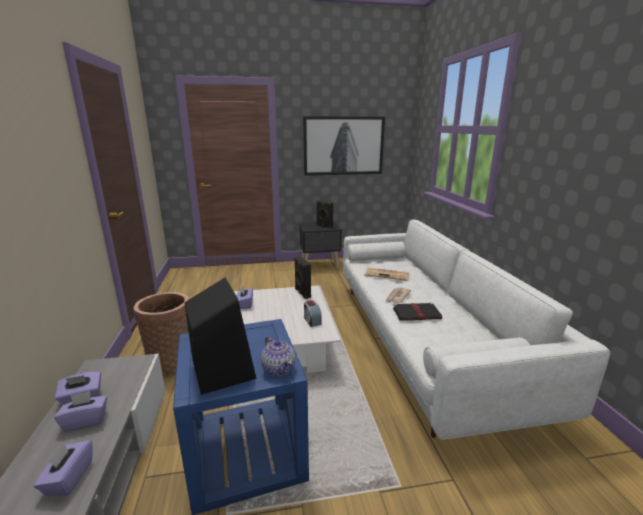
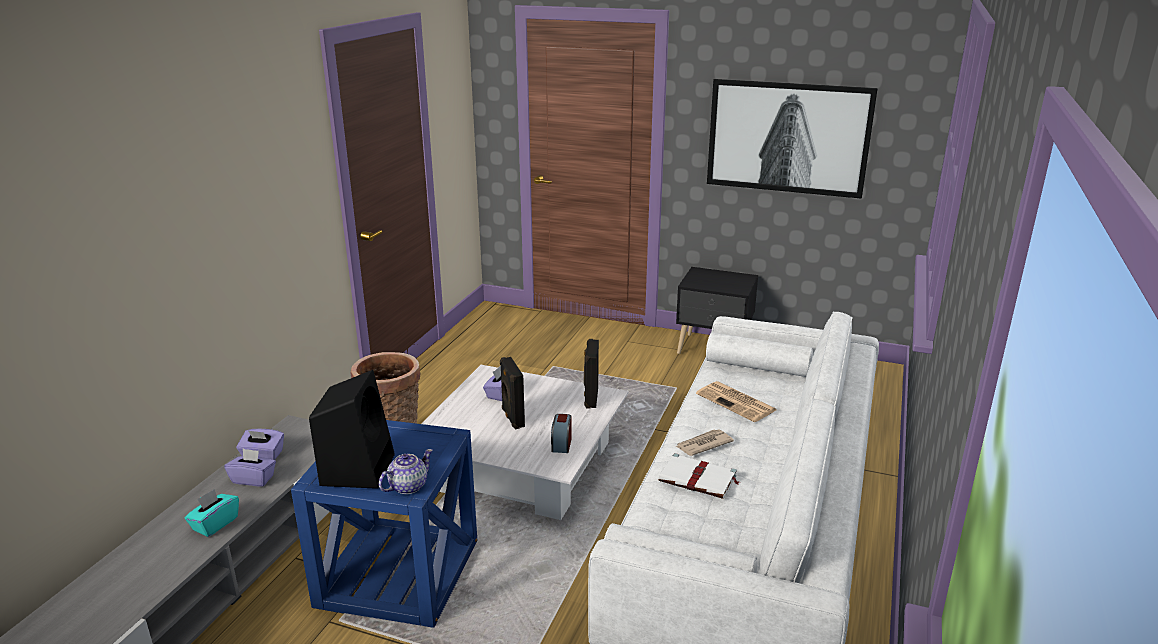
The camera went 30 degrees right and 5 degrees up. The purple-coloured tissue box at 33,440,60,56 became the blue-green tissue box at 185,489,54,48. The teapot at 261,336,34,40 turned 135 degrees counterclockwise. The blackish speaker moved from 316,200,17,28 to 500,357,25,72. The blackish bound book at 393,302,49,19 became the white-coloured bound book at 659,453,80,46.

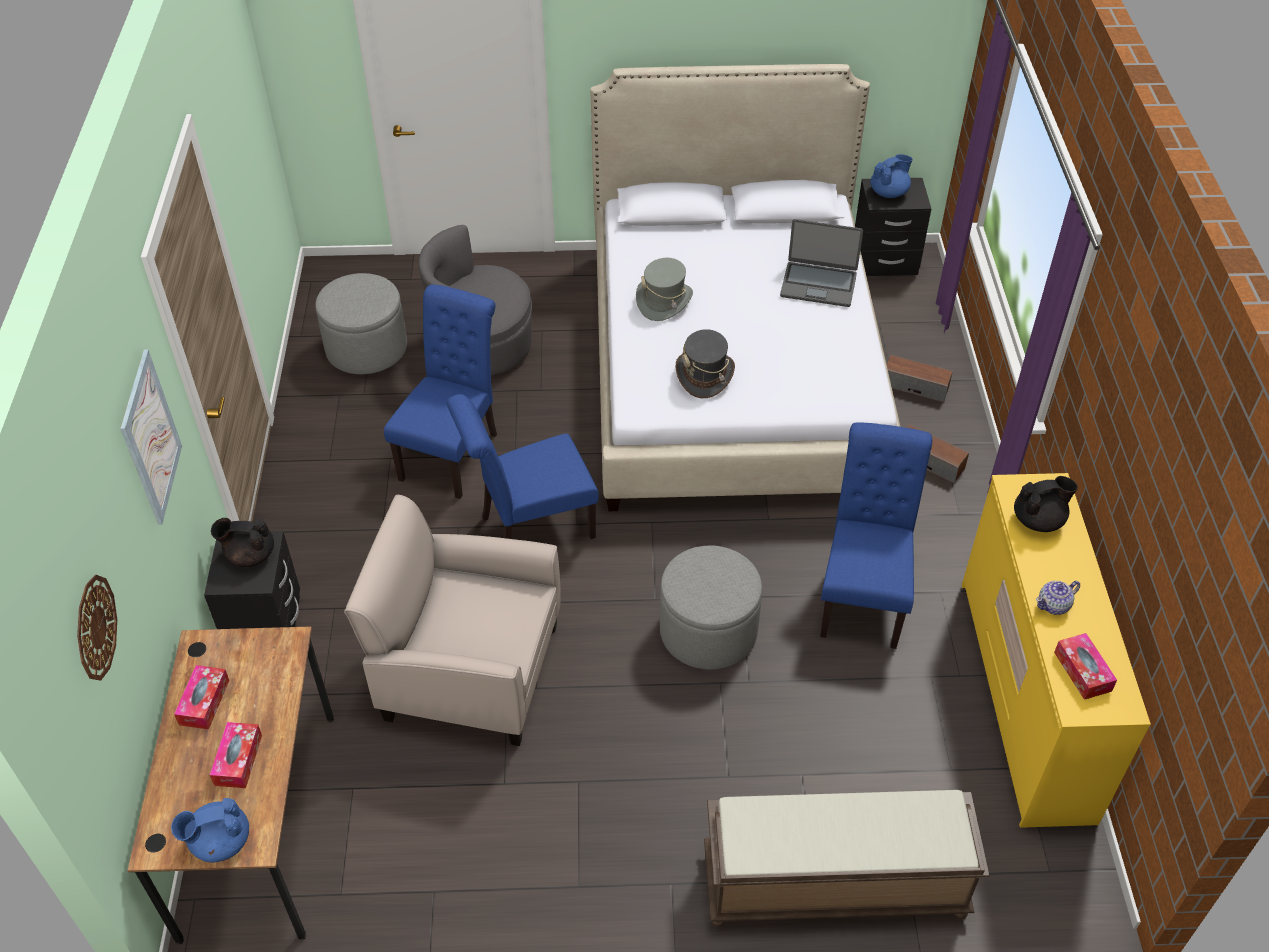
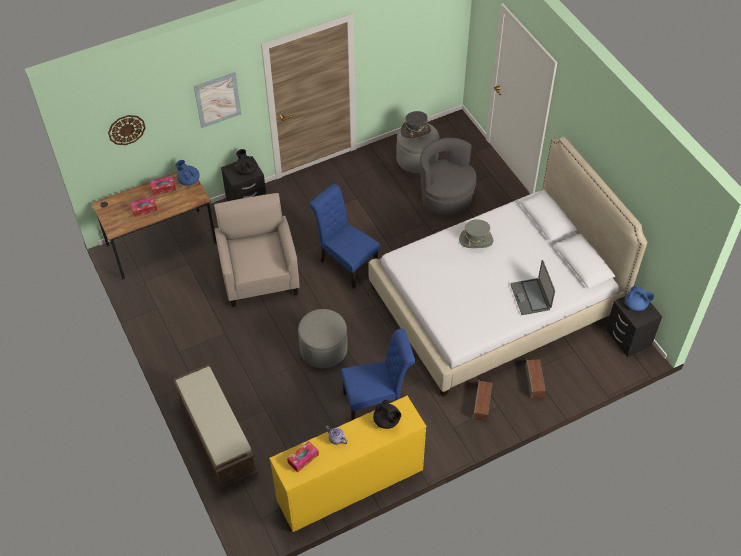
The camera went 65 degrees right and 5 degrees up. The bluish teapot moved from 171,798,78,65 to 175,160,25,26. The bluish chair at 384,284,113,215 disappeared. The grey wearable hat moved from 676,329,59,69 to 401,111,30,27.

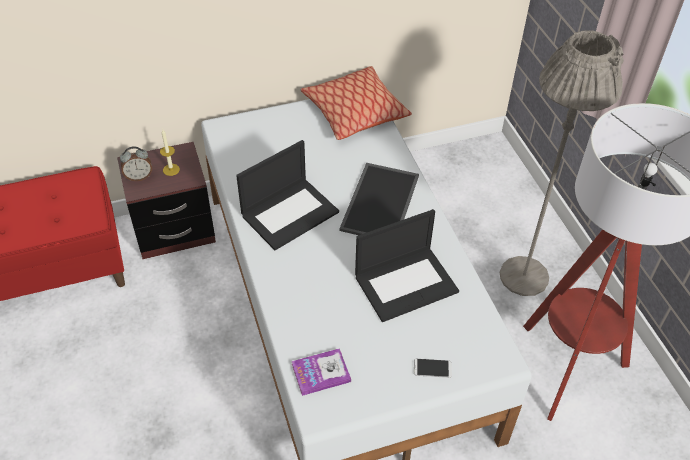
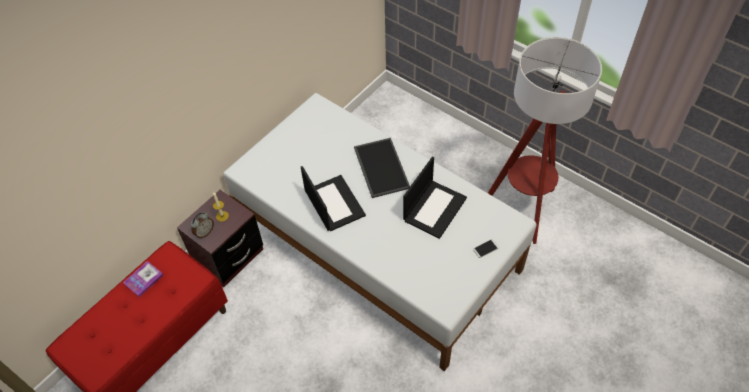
The camera went 30 degrees left and 5 degrees up. The portable computer at 236,140,103,110 turned 45 degrees counterclockwise. The bound book moved from 292,348,59,48 to 123,261,40,36. The pillow at 301,66,111,74 disappeared. The grey floor lamp at 500,30,124,266 disappeared.

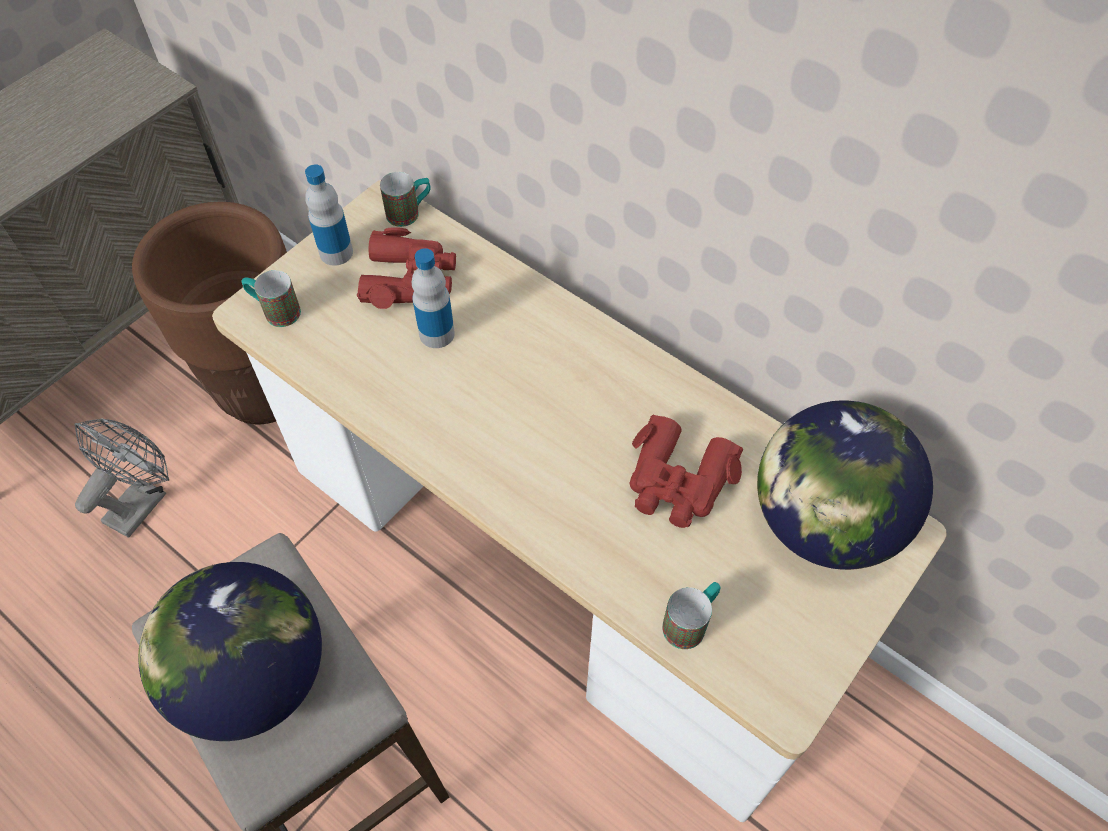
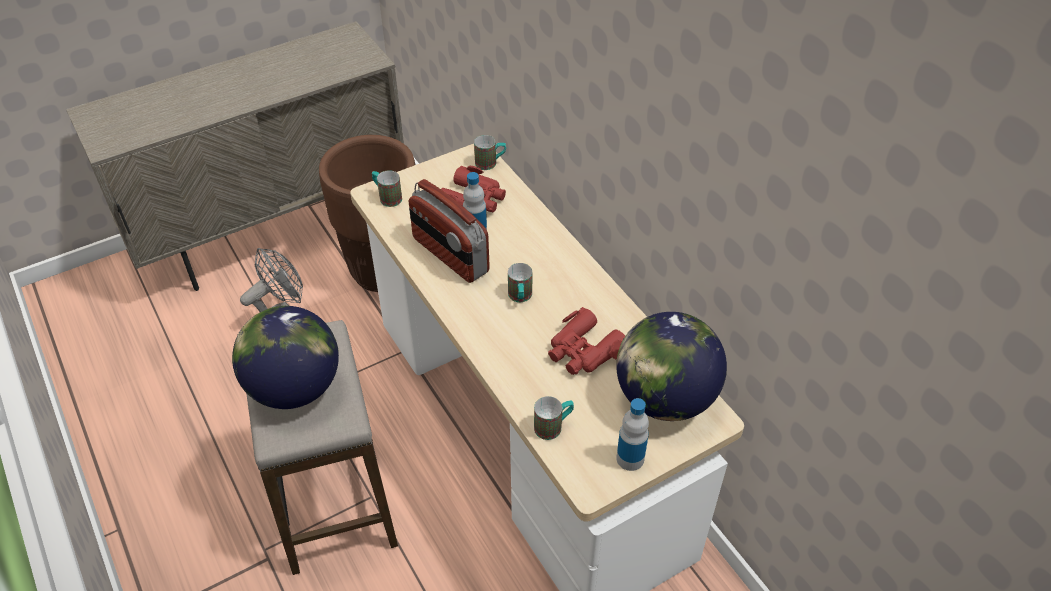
The camera went 20 degrees right and 10 degrees down. The drink bottle moved from 305,164,48,102 to 616,398,33,73. The radio set at 409,179,81,104 appeared. The tea mug at 508,263,24,39 appeared.

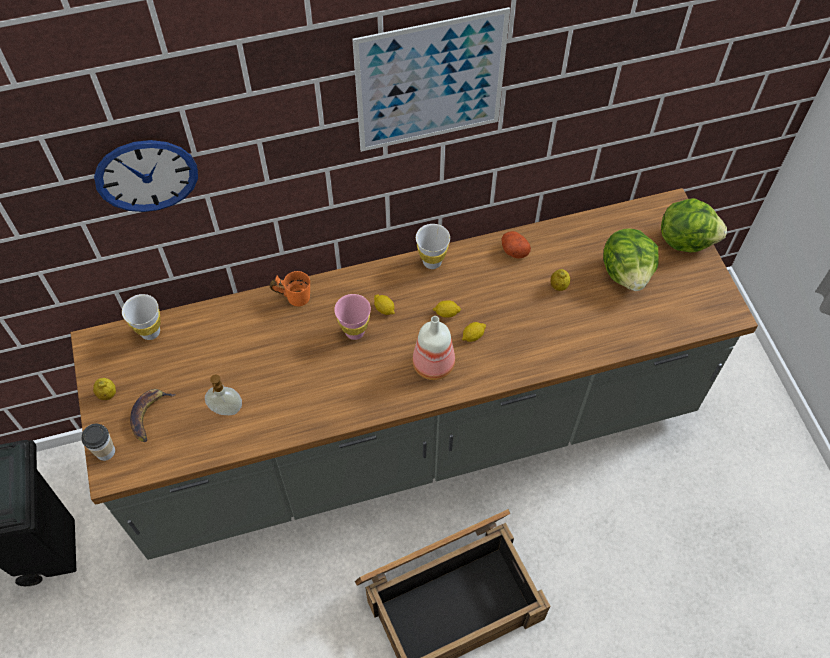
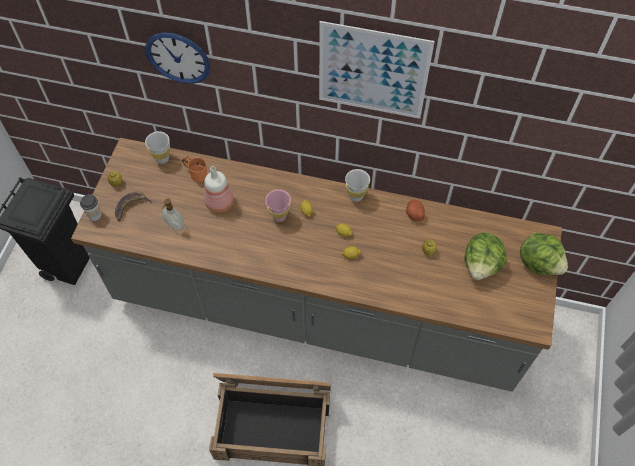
The camera went 30 degrees right and 0 degrees up. The orange-coloured tea mug moved from 270,271,40,35 to 182,155,25,27. The drink bottle moved from 412,316,43,64 to 204,166,30,47.

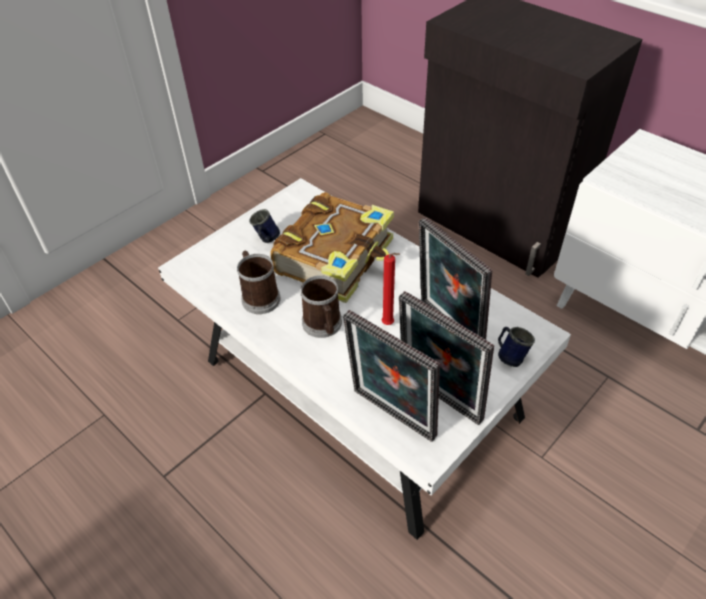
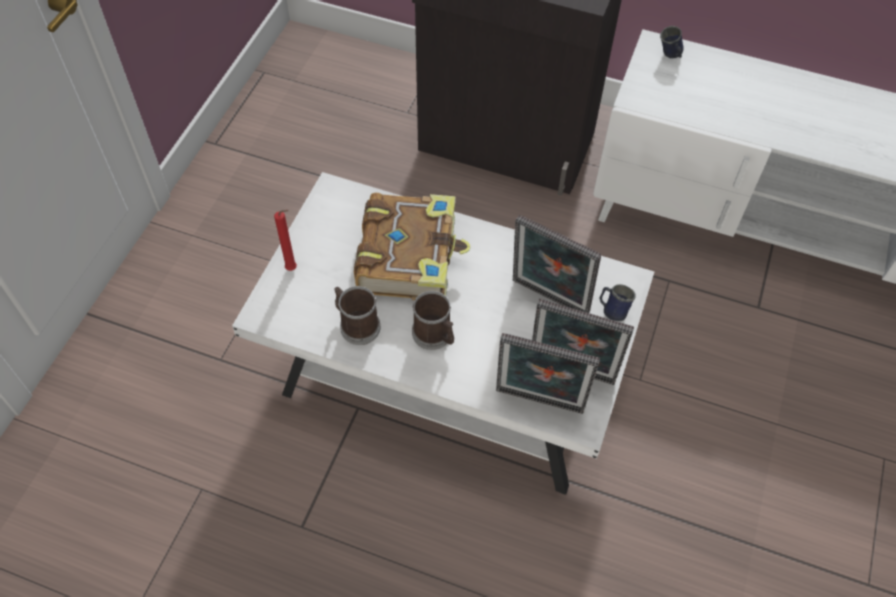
The camera went 25 degrees left and 10 degrees up. The bluish tea mug moved from 249,209,31,34 to 660,26,24,32. The reddish candle moved from 382,253,18,72 to 274,210,23,61.

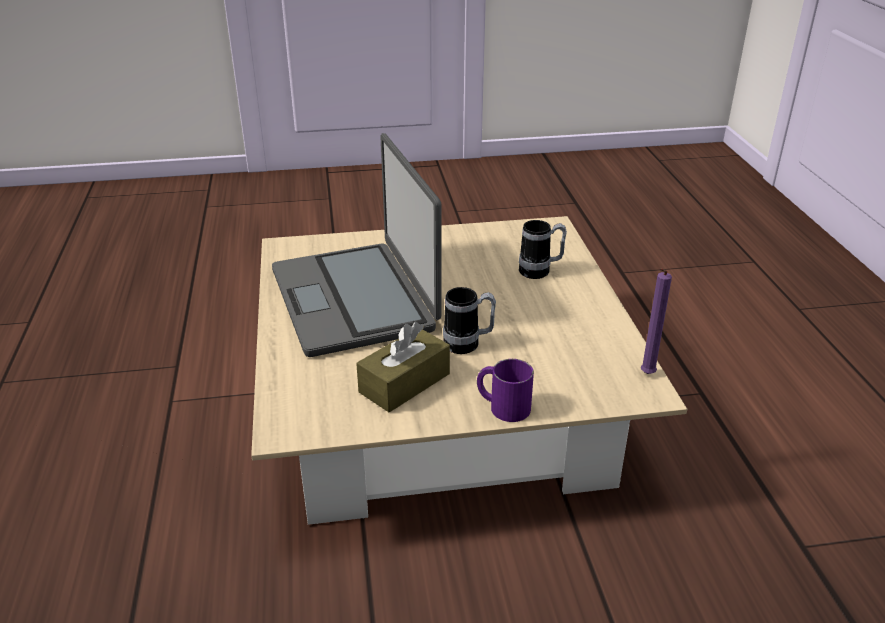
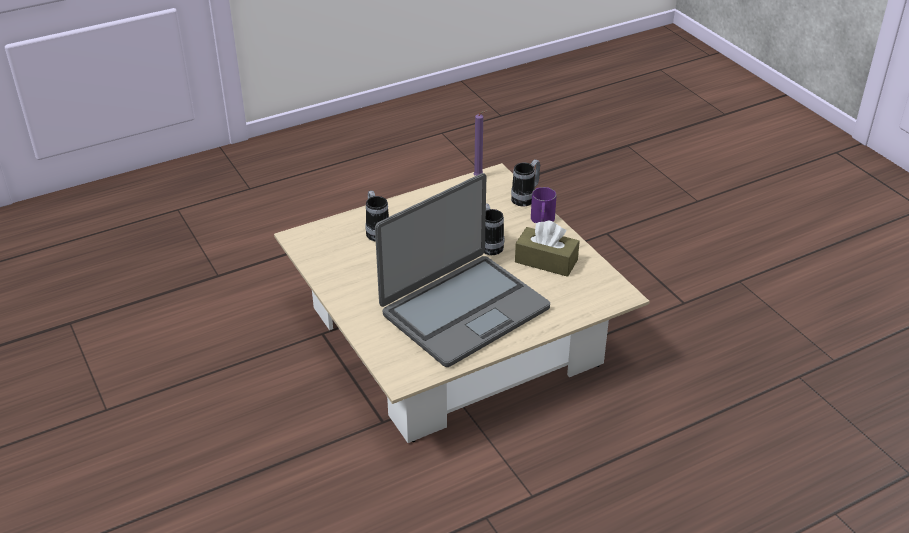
The camera went 110 degrees left and 5 degrees up. The tea mug at 511,159,29,47 appeared.

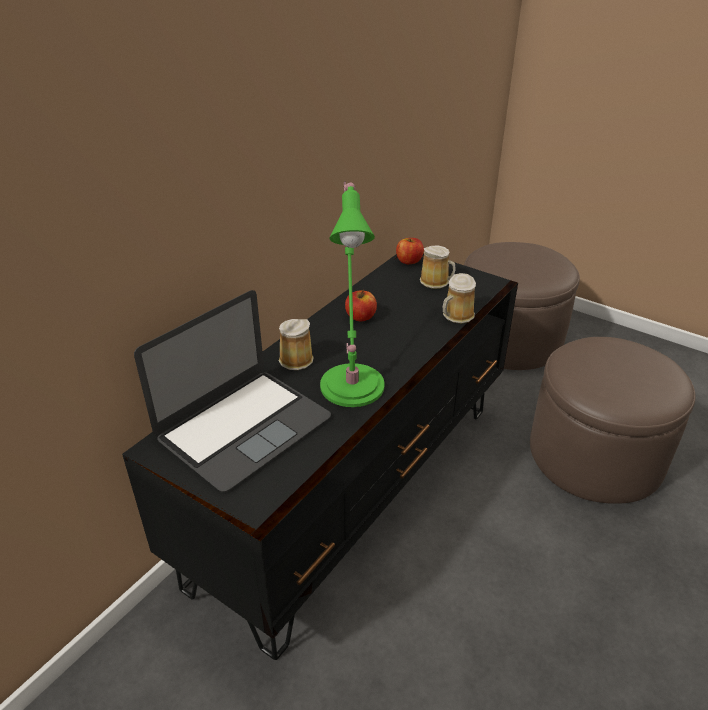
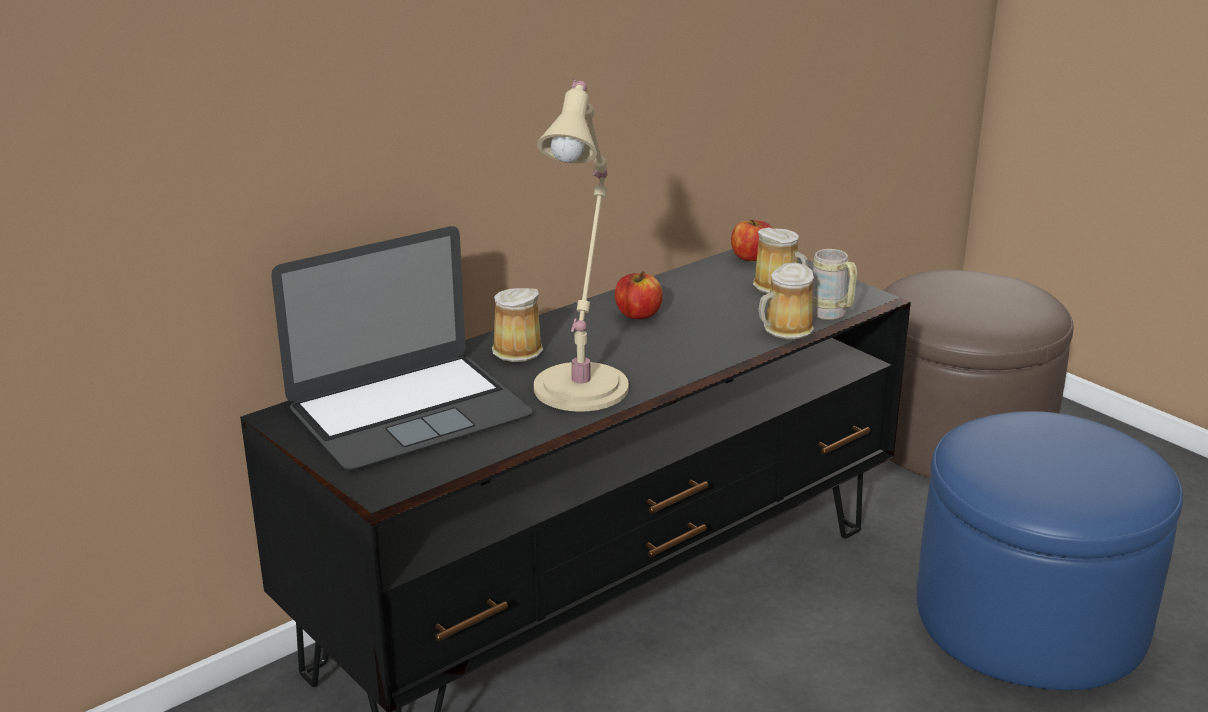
The camera went 15 degrees right and 10 degrees down. The greenish lamp for a table at 320,181,64,226 became the beige lamp for a table at 534,79,95,333. The brown footrest at 530,337,166,167 became the bluish footrest at 916,411,267,279. The beige tea mug at 812,249,45,71 appeared.

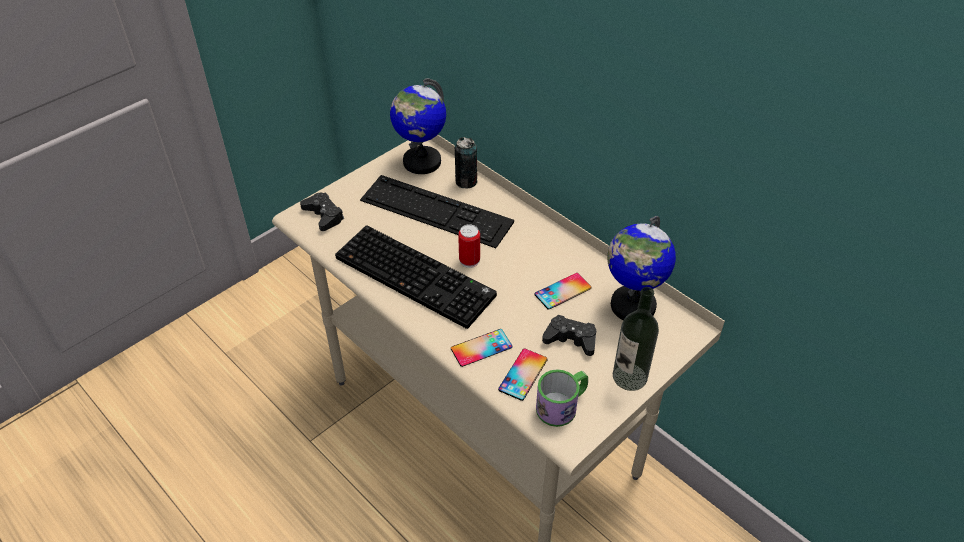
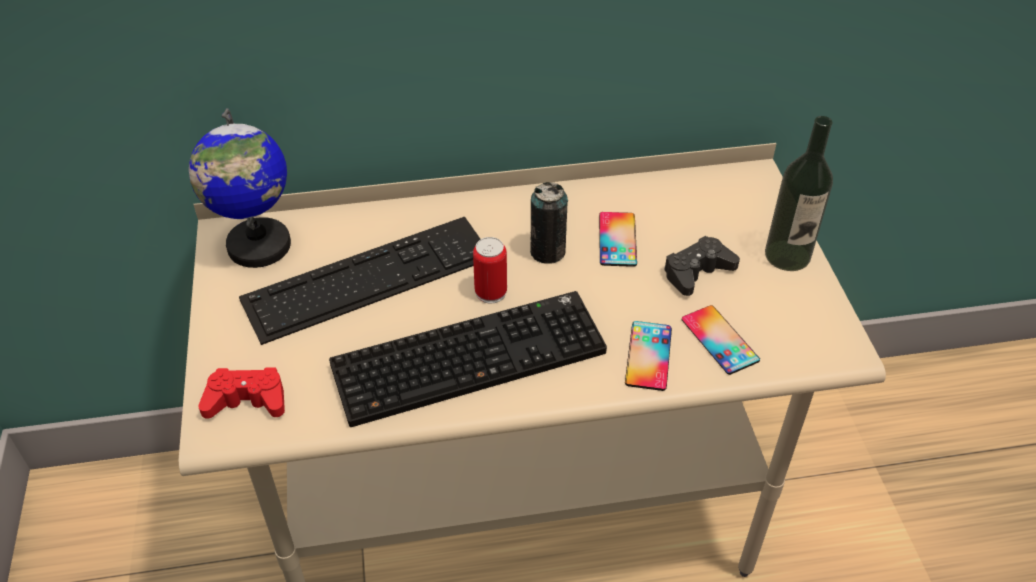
The camera went 55 degrees left and 0 degrees up. The blackish gamepad at 300,193,44,38 became the reddish gamepad at 198,367,87,52. The can moved from 455,137,23,52 to 530,182,38,82. The tea mug at 536,369,52,58 disappeared. The world globe at 607,216,69,104 disappeared.

